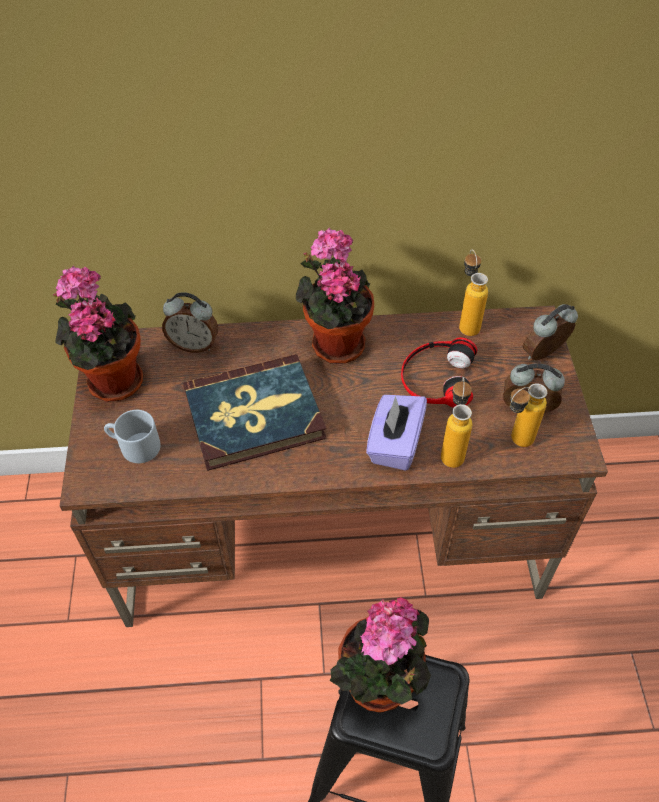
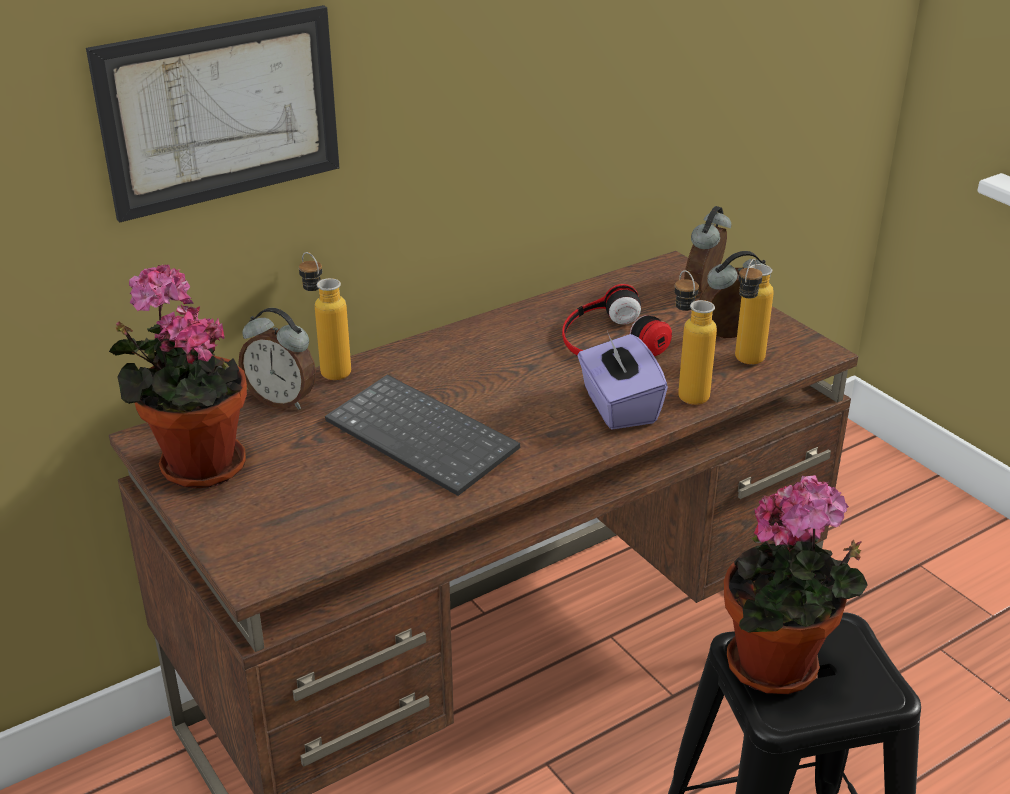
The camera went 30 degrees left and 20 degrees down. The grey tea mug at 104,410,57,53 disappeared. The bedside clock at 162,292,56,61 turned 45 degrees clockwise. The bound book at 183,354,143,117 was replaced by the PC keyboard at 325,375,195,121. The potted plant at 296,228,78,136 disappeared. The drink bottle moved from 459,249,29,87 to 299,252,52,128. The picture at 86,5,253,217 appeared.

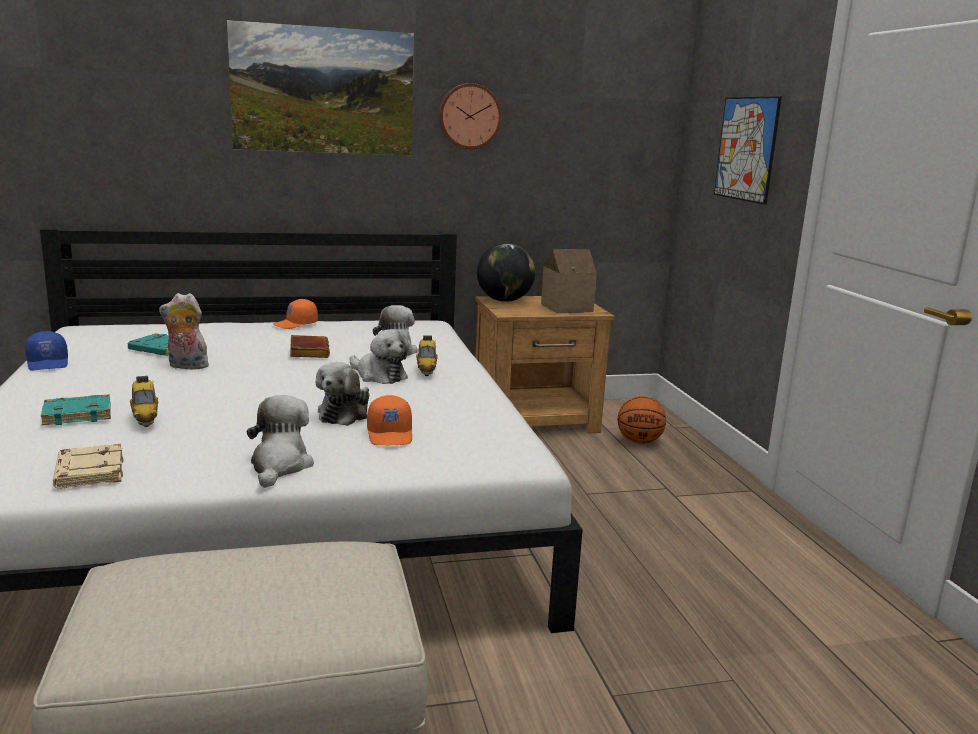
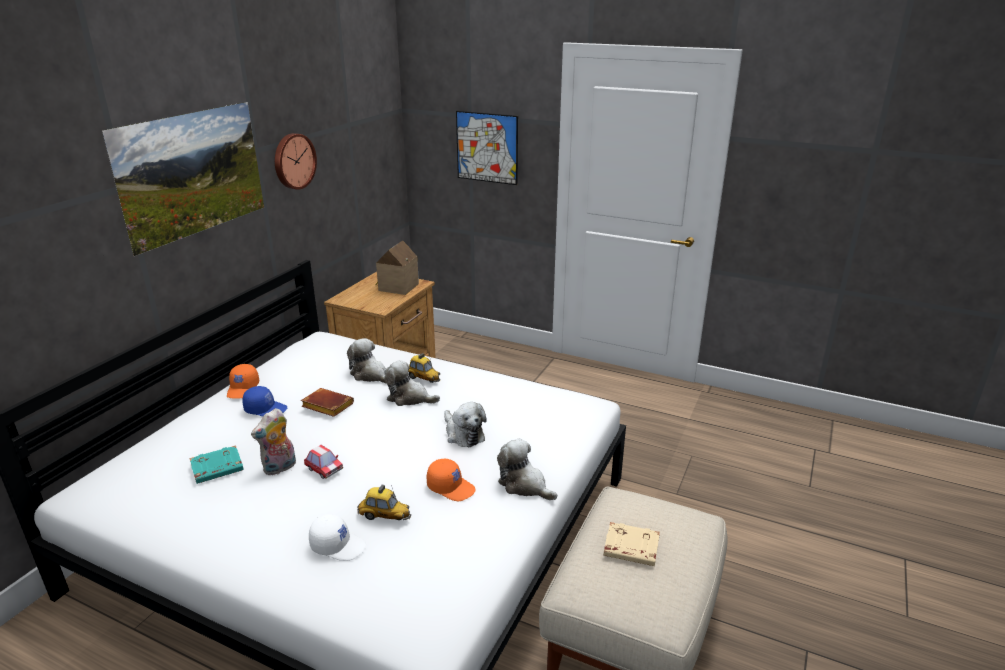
The camera went 50 degrees left and 10 degrees up. The bluish cap moved from 25,331,43,40 to 242,386,46,31. The blue-green bound book at 41,395,70,30 was replaced by the white-coloured cap at 309,514,57,47. The beige bound book moved from 53,444,70,45 to 604,522,56,44. The plush toy at 349,329,60,55 turned 150 degrees counterclockwise. The orange-coloured cap moved from 367,395,45,50 to 426,459,49,42. The world globe at 477,243,58,59 disappeared. The ball for basketball at 618,396,48,48 disappeared. The model car at 304,445,39,34 appeared.

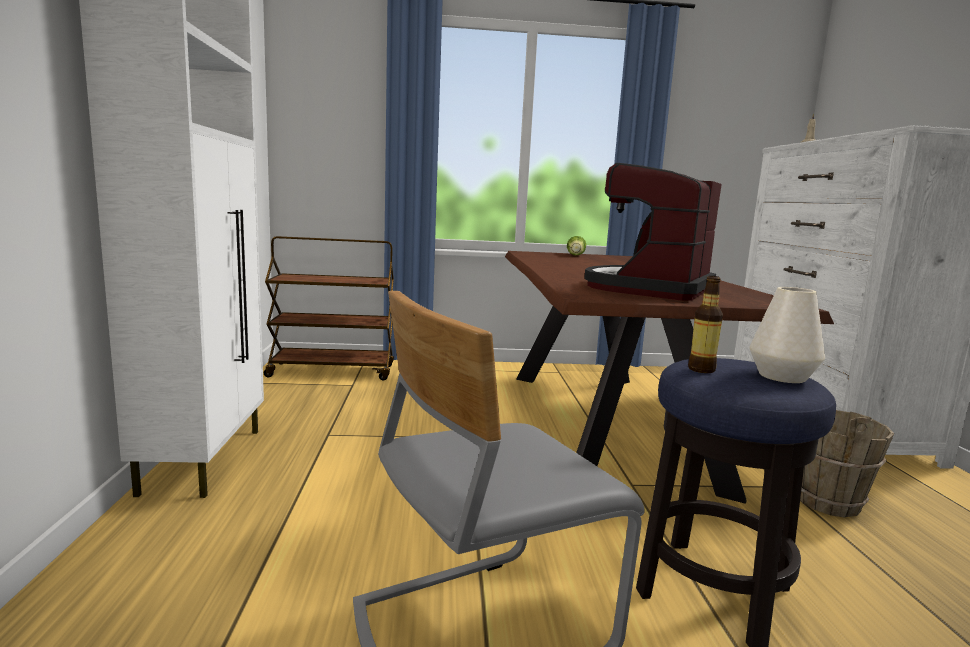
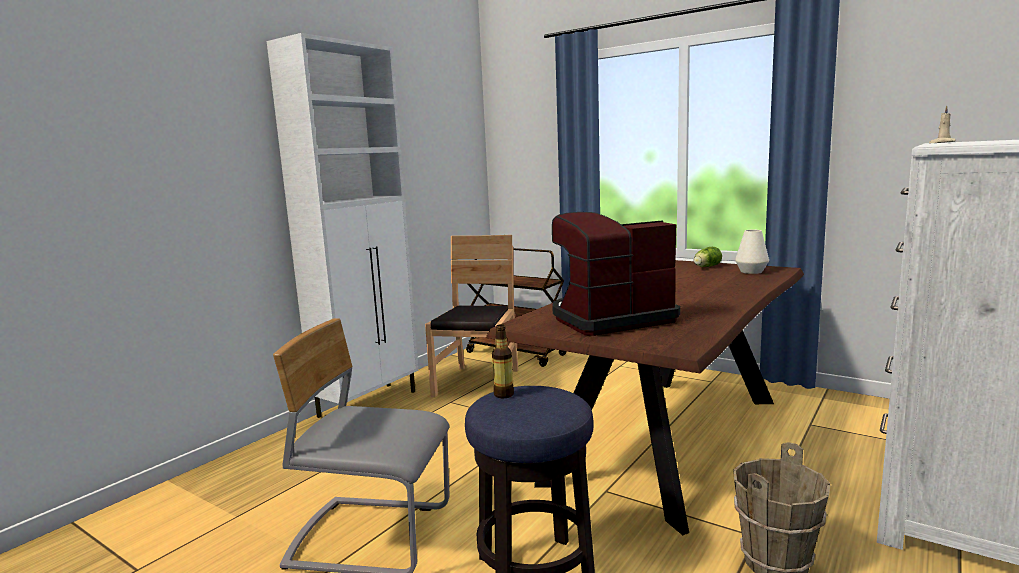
The camera went 40 degrees right and 0 degrees up. The white-coloured flower vase moved from 749,287,76,96 to 735,230,34,44. The brown chair at 425,235,93,162 appeared.

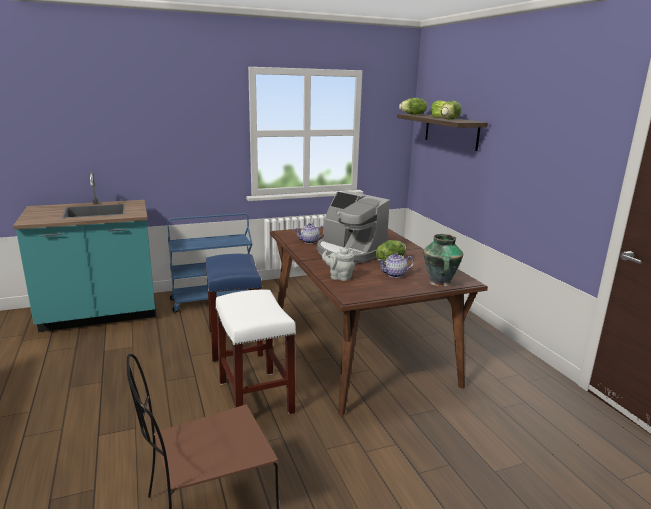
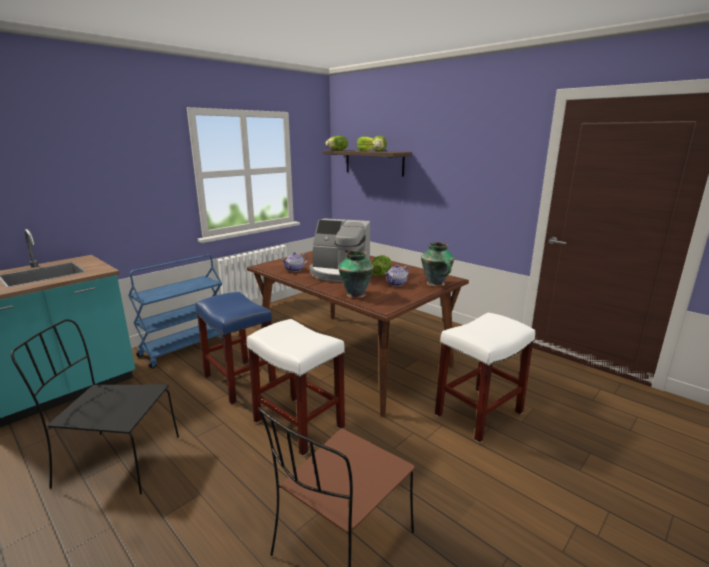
The camera went 25 degrees left and 0 degrees up. The grey teapot at 322,248,33,33 was replaced by the flower vase at 338,250,36,48. The blackish chair at 11,319,168,175 appeared. The white-coloured sitting stool at 435,313,100,130 appeared.

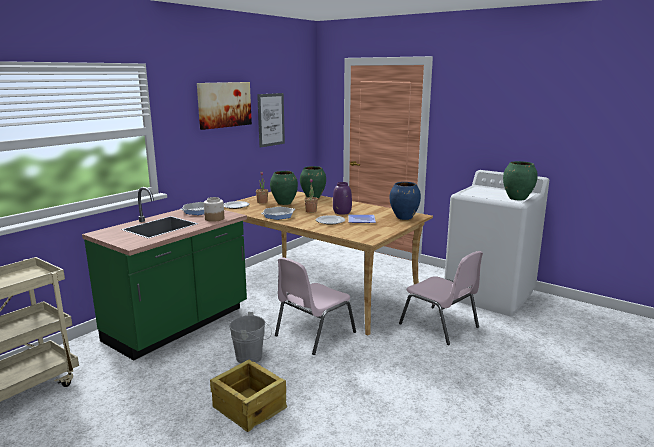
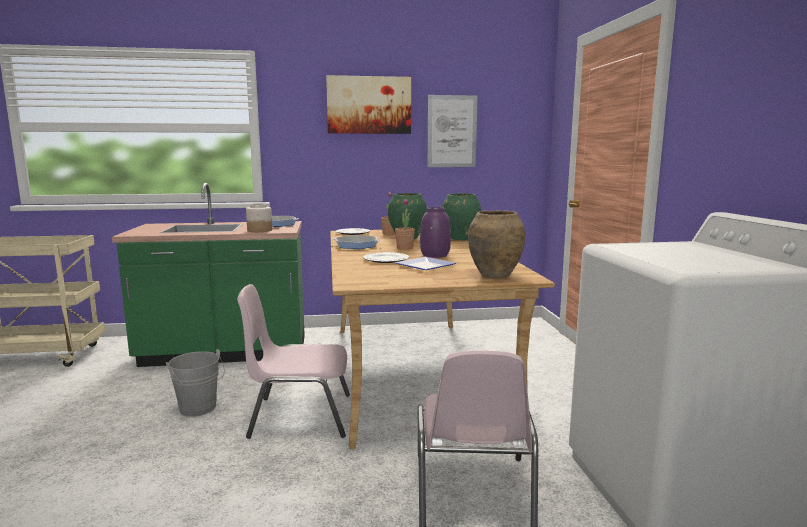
The camera went 45 degrees right and 5 degrees down. The packing crate at 210,360,77,72 disappeared. The bluish flower vase at 390,182,31,38 became the brown flower vase at 468,210,57,69. The greenish flower vase at 503,161,35,40 disappeared.

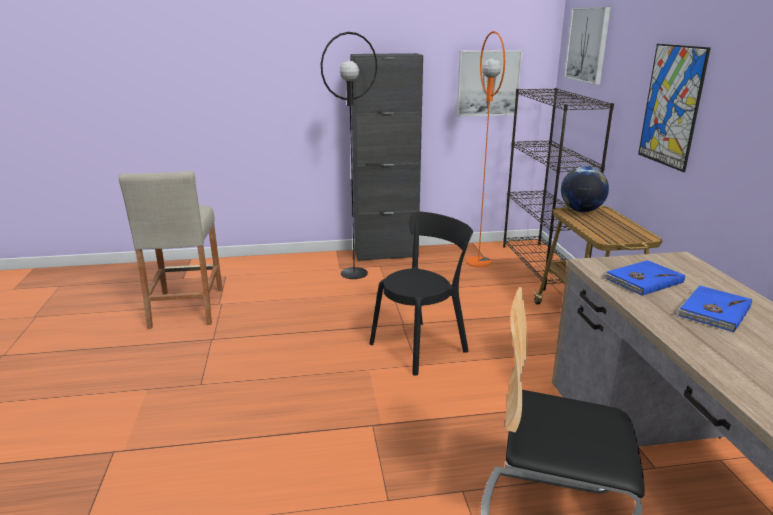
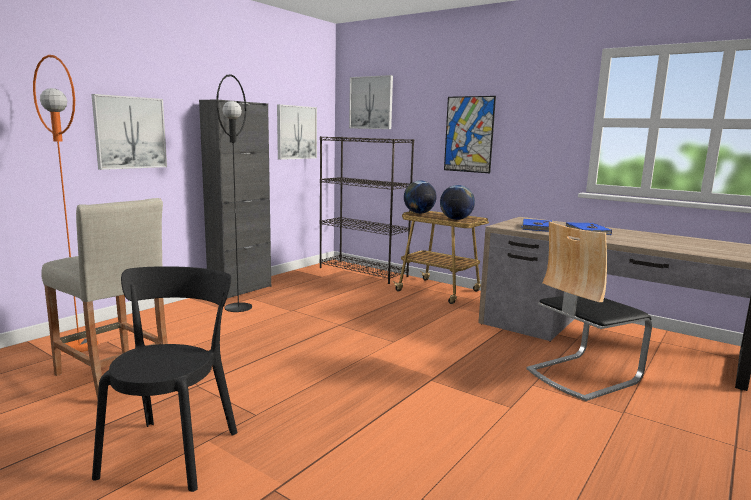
The camera went 45 degrees left and 10 degrees down. The blackish chair moved from 369,211,104,165 to 92,266,145,226. The orange-coloured floor lamp moved from 466,31,39,236 to 33,55,65,297. The picture at 91,94,76,76 appeared. The world globe at 440,185,35,35 appeared.

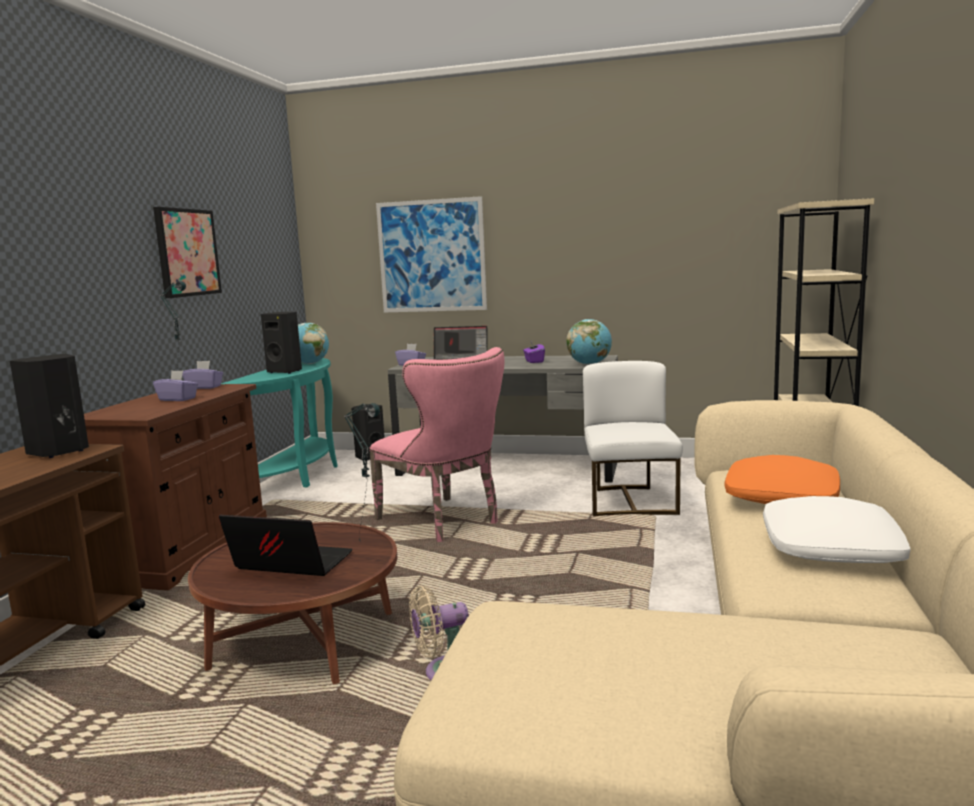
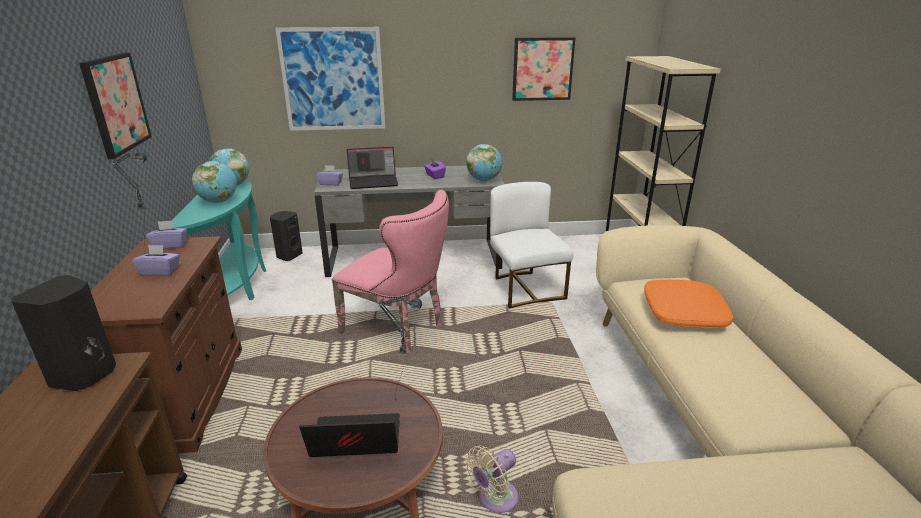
The camera went 20 degrees left and 15 degrees up. The blackish speaker at 261,312,41,62 was replaced by the world globe at 192,161,45,42. The white-coloured pillow at 763,496,148,67 disappeared. The picture at 512,37,63,64 appeared.

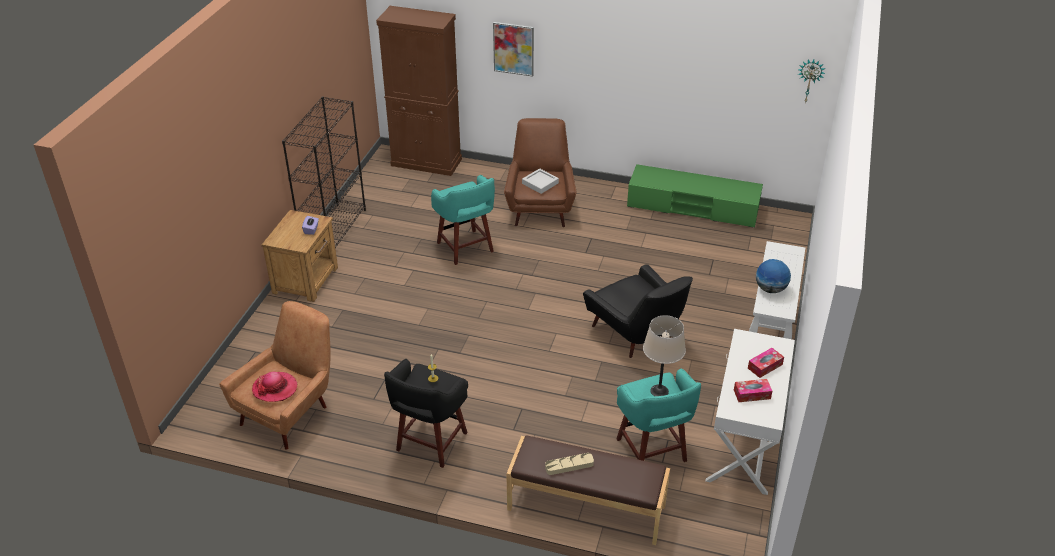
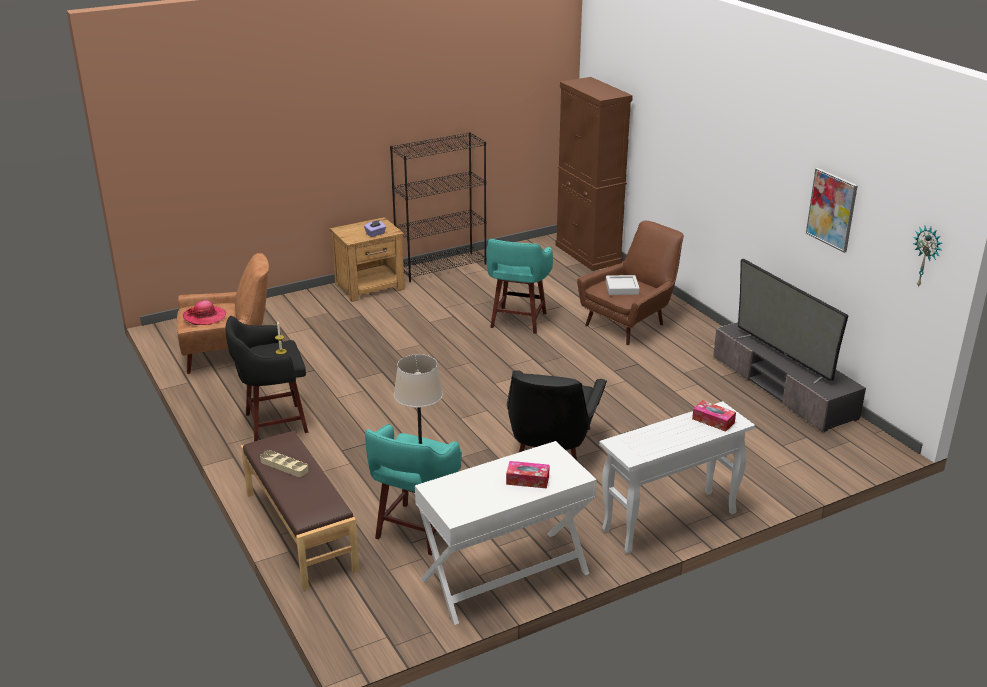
The camera went 45 degrees right and 10 degrees down. The picture moved from 493,22,41,55 to 806,168,52,85. The greenish tv unit at 627,164,136,64 became the grey tv unit at 713,322,153,110. The tissue box moved from 734,379,38,23 to 692,400,44,32. The world globe at 756,259,35,34 disappeared. The TV at 737,259,111,125 appeared.

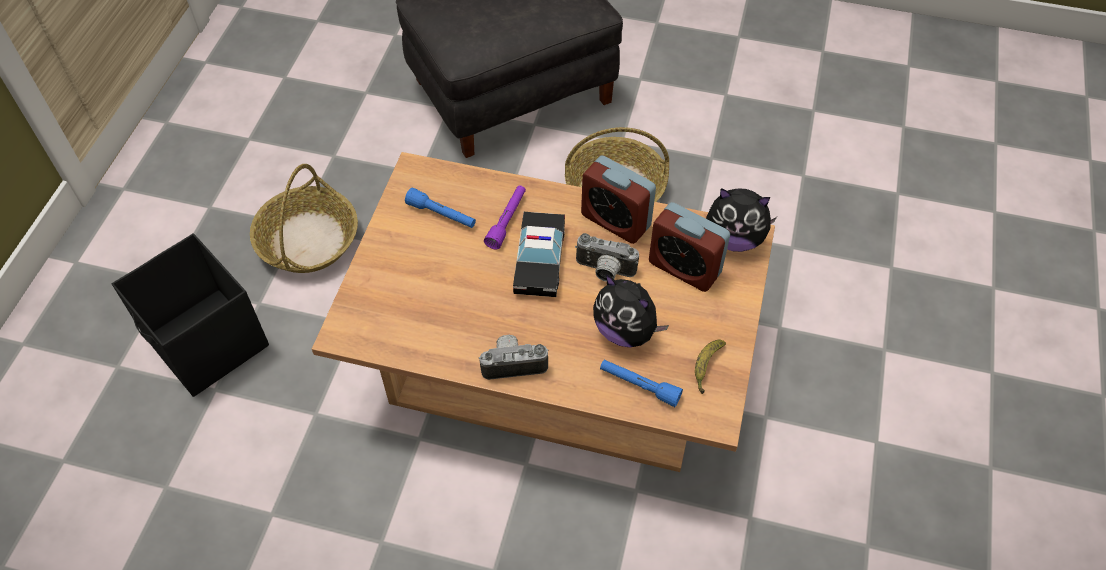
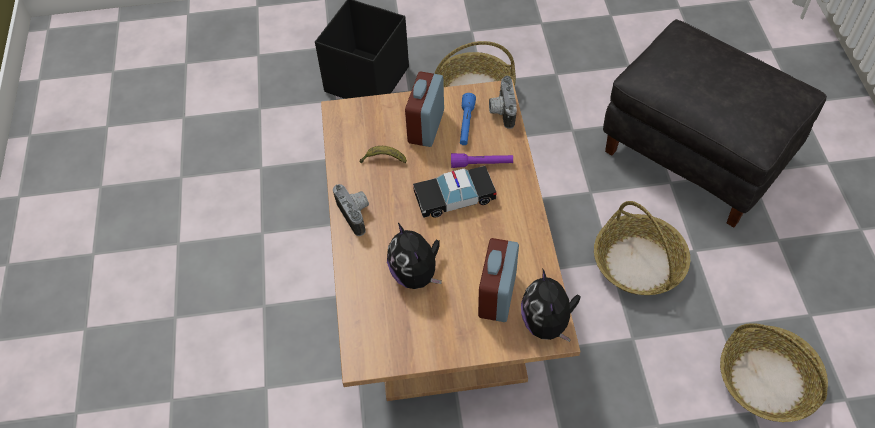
The camera went 70 degrees right and 0 degrees up. The photo camera moved from 575,233,64,48 to 489,76,28,53. The bedside clock moved from 581,155,75,89 to 405,72,39,75. The plush toy at 593,274,76,73 turned 45 degrees counterclockwise. The bluish torch at 600,359,83,48 disappeared. The whole banana moved from 695,340,31,54 to 360,146,47,17. The household basket at 720,323,108,99 appeared.

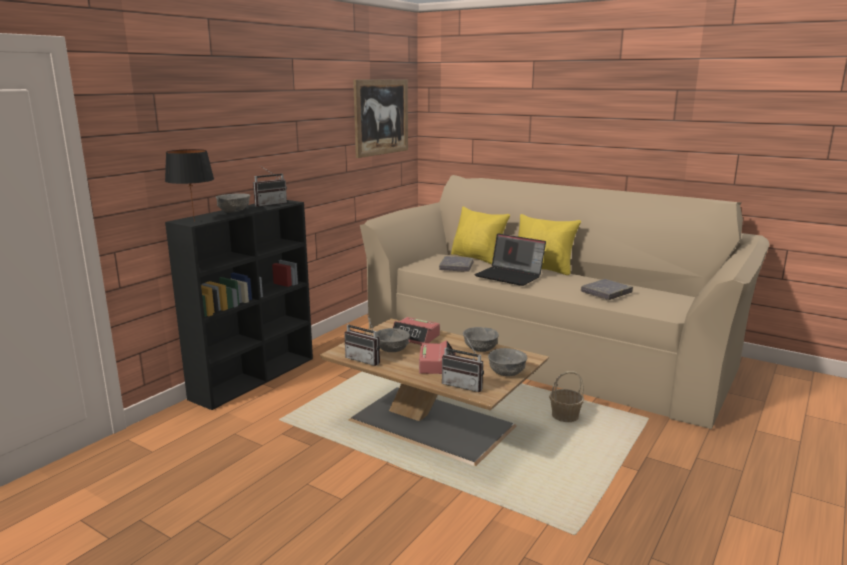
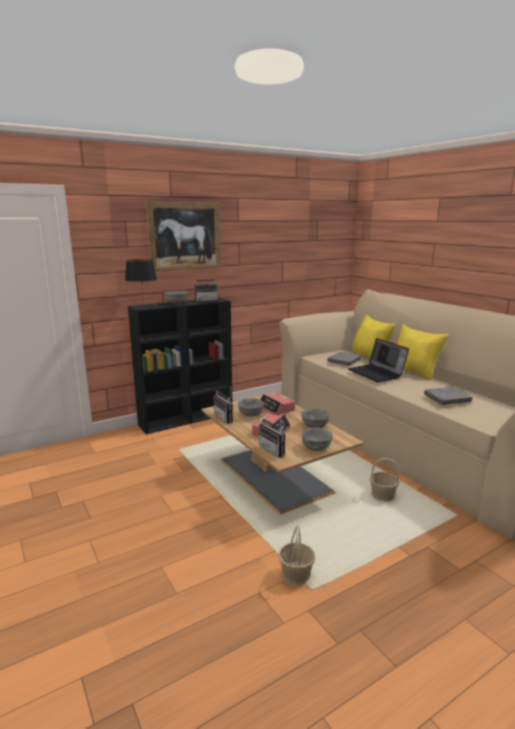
The camera went 25 degrees right and 0 degrees up. The picture moved from 353,79,55,79 to 146,202,75,70. The household basket at 278,525,37,61 appeared.

